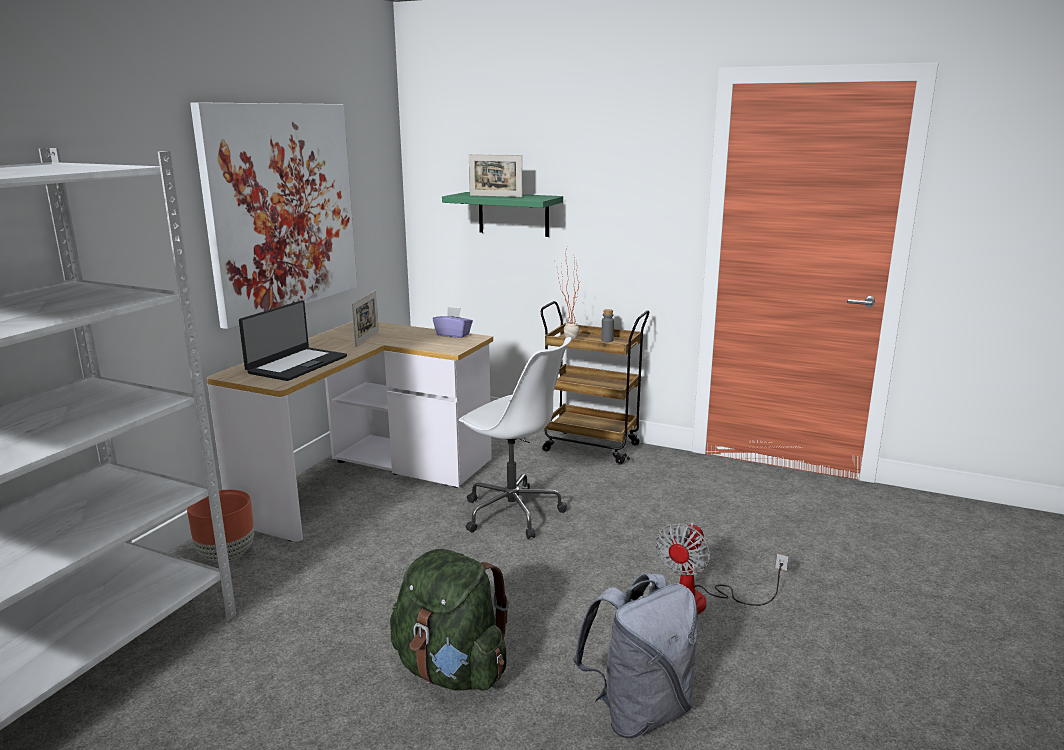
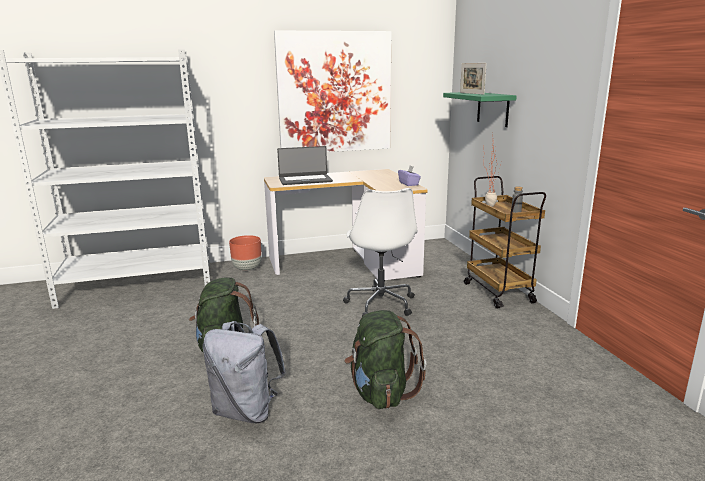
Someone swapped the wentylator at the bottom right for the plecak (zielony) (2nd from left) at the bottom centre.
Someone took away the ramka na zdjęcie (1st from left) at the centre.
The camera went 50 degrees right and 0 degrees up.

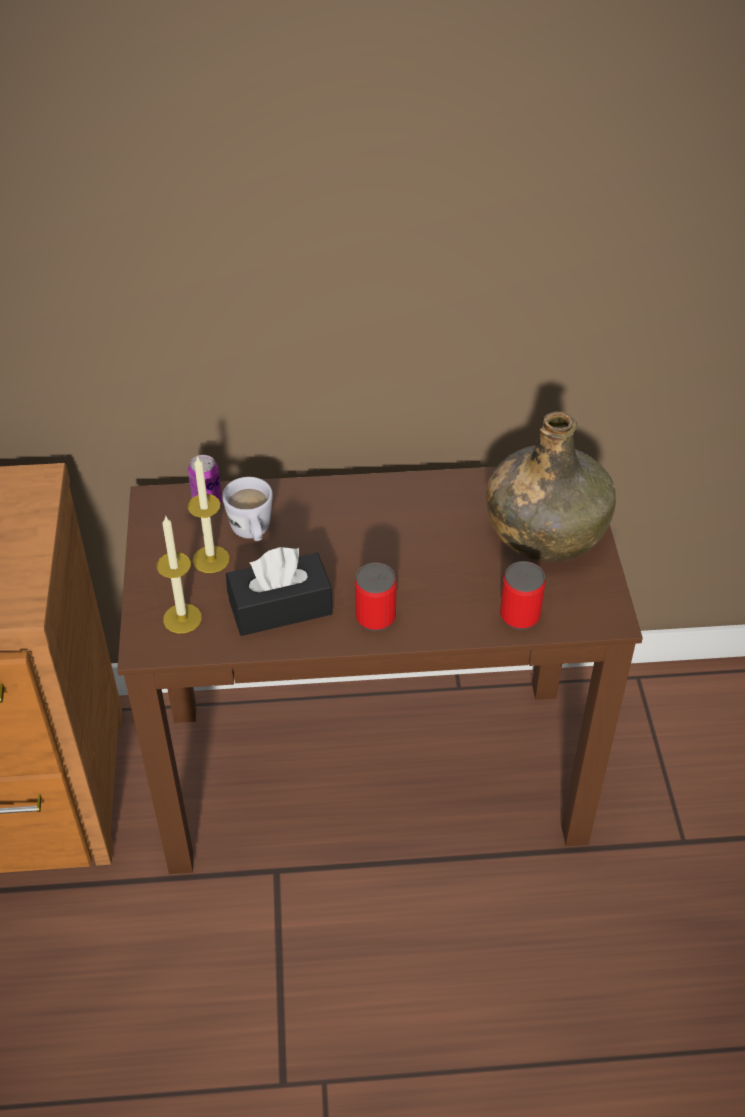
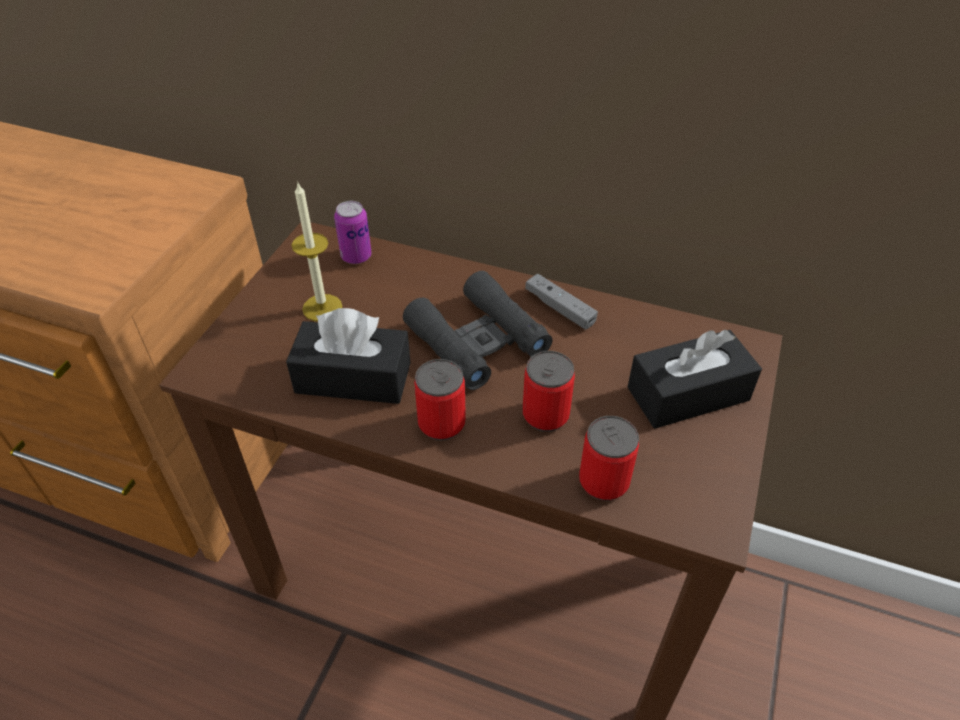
Someone put down the lornetka (czarny) at the centre.
Someone put down the puszka (3rd from left) at the centre.
Someone put down the pad do gier (szary) at the centre.
Someone swapped the butelka (zielony) at the middle right for the pudełko chusteczek (czarny) (2nd from left) at the middle right.
Someone took away the świeca (1st from left) at the middle left.
Someone took away the kubek (biały) at the middle left.
The camera went 25 degrees right and 0 degrees up.

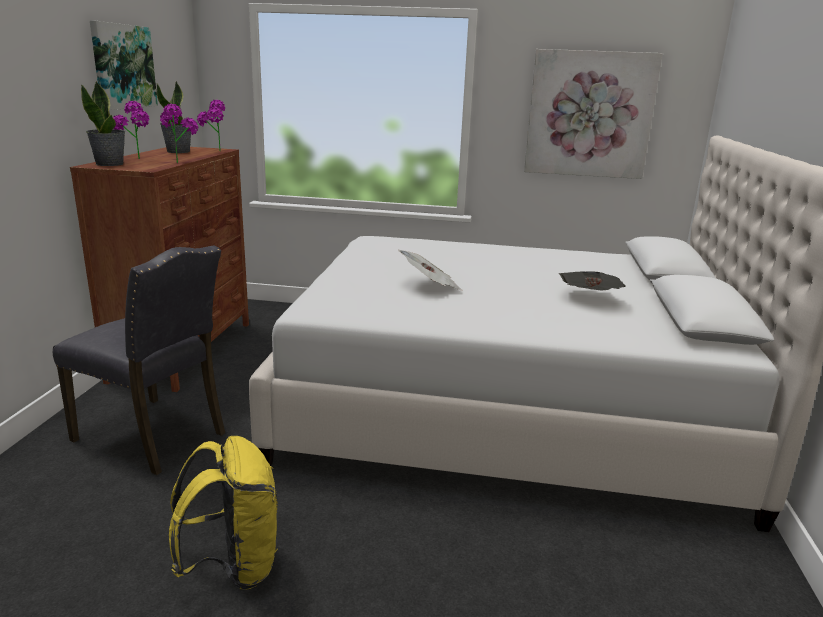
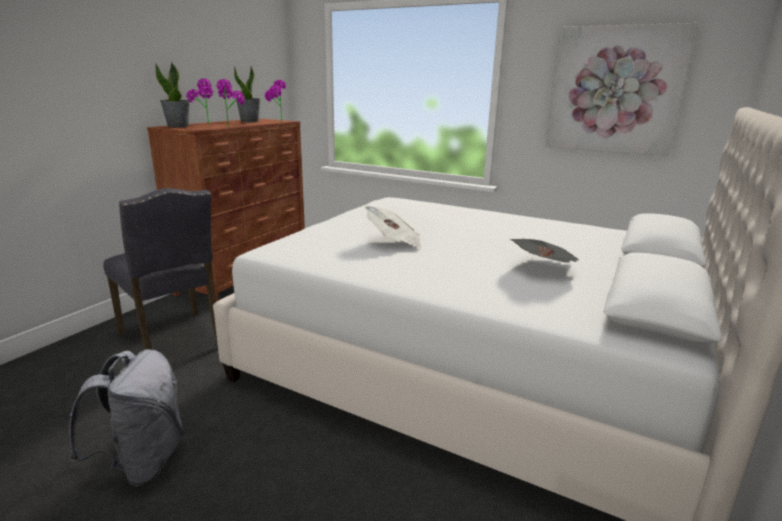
Someone repainted the plecak (żółty) at the bottom left, which became the plecak (szary) at the bottom left.
Someone took away the obraz (1st from left) at the top left.
The camera went 20 degrees right and 0 degrees up.

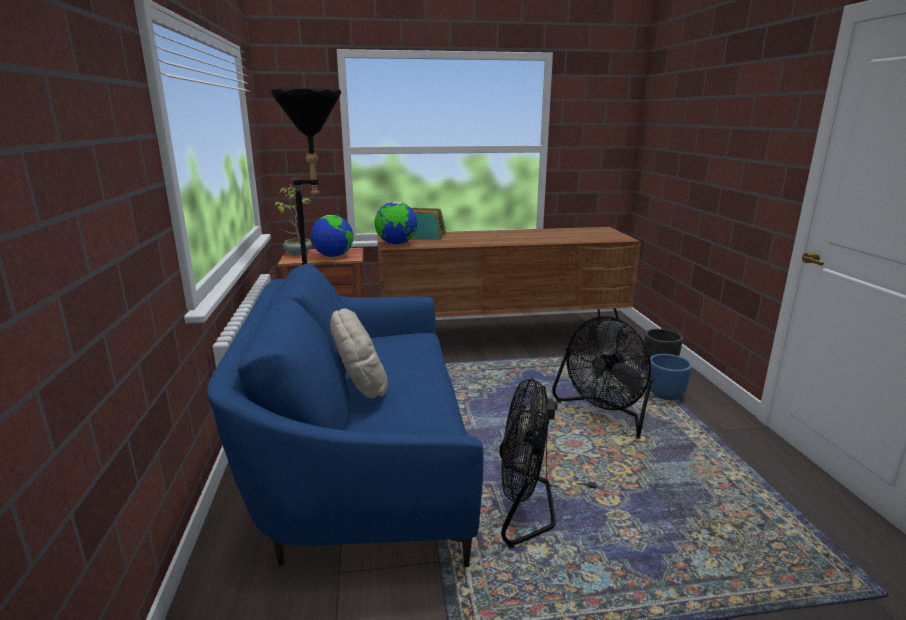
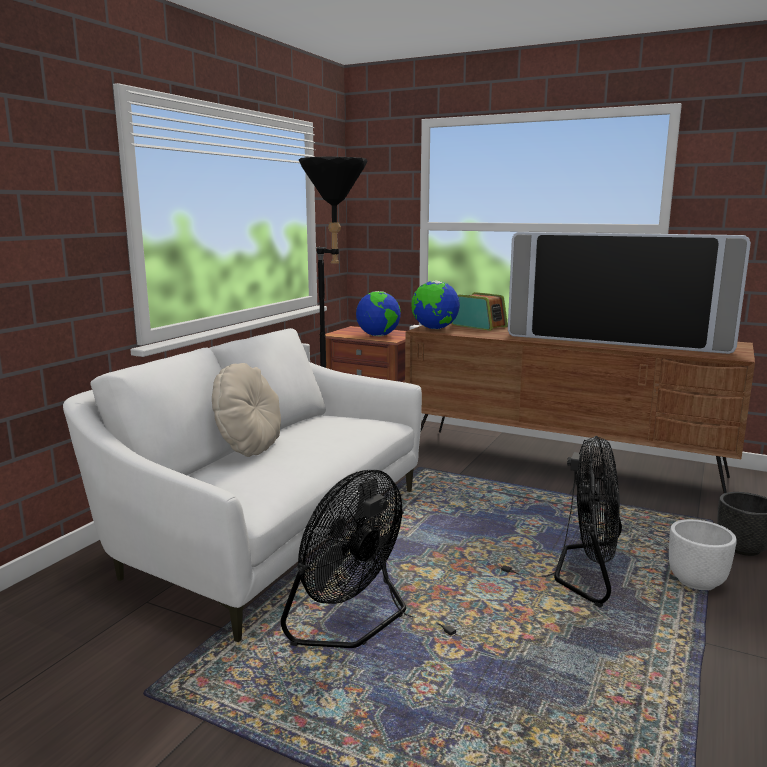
Someone repainted the kanapa (niebieski) at the bottom centre, which became the kanapa (biały) at the middle left.
Someone rotated the wentylator (czarny) (2nd from left) at the centre by 150 degrees counterclockwise.
Someone put down the telewizor at the middle right.
Someone repainted the donica (niebieski) at the middle right, which became the donica (biały) at the bottom right.
Someone took away the roślina doniczkowa at the middle left.
The camera went 35 degrees right and 5 degrees down.

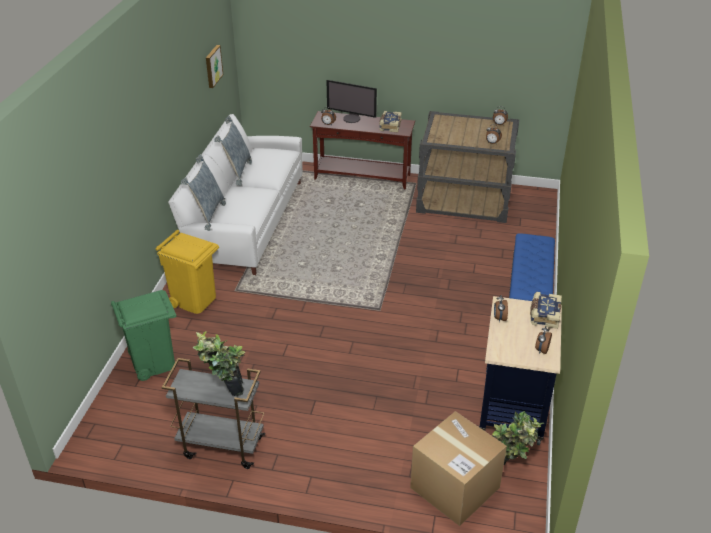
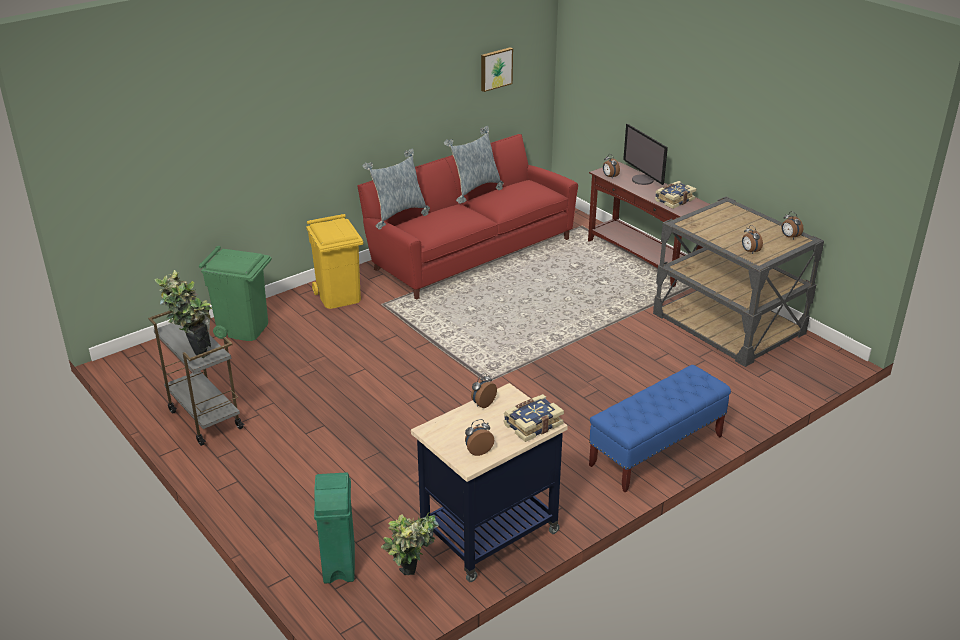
Someone swapped the karton at the bottom centre for the kosz na śmieci (zielony) (2nd from left) at the bottom centre.
Someone repainted the kanapa (biały) at the middle left, which became the kanapa (czerwony) at the centre.
The camera went 40 degrees right and 5 degrees down.

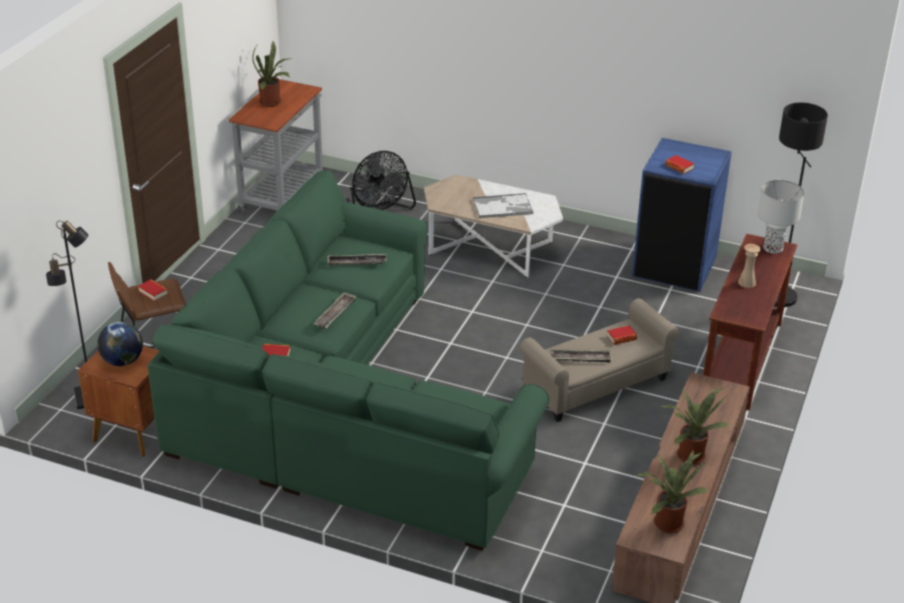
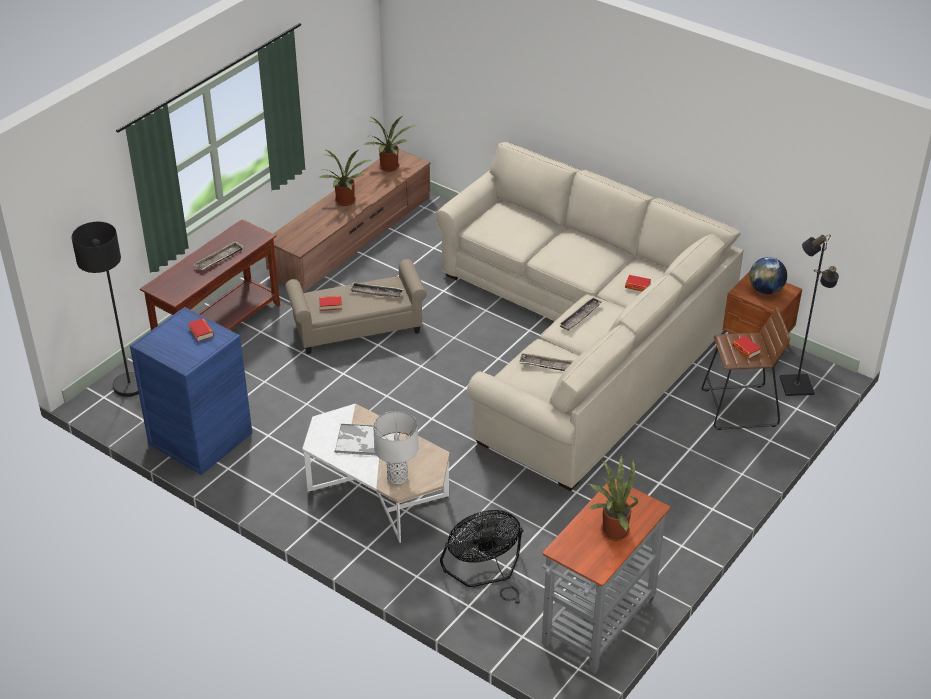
Someone swapped the wazon (beżowy) at the middle right for the taca (1st from left) at the middle left.
Someone carried the lampa stołowa (biały) from the middle right to the centre.
Someone repainted the kanapa (zielony) at the centre, which became the kanapa (beżowy) at the centre.
The camera went 165 degrees left and 5 degrees up.

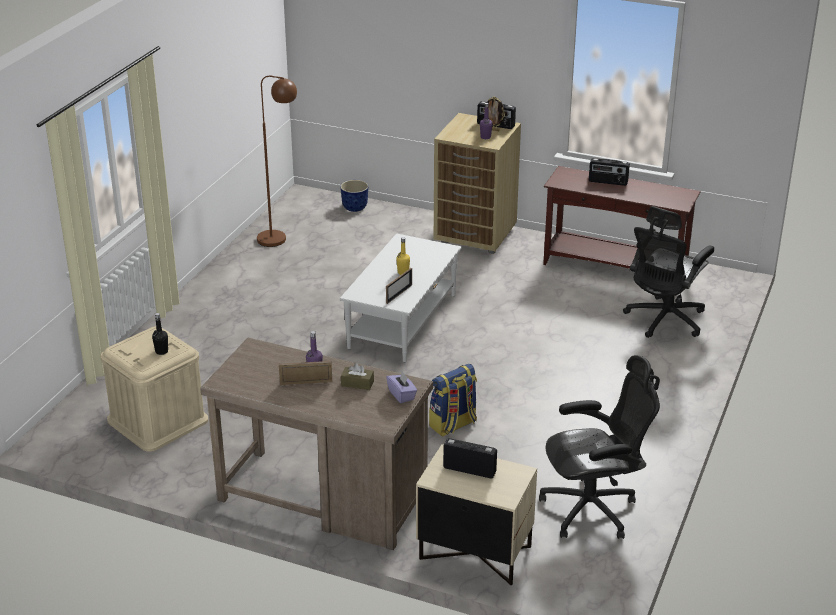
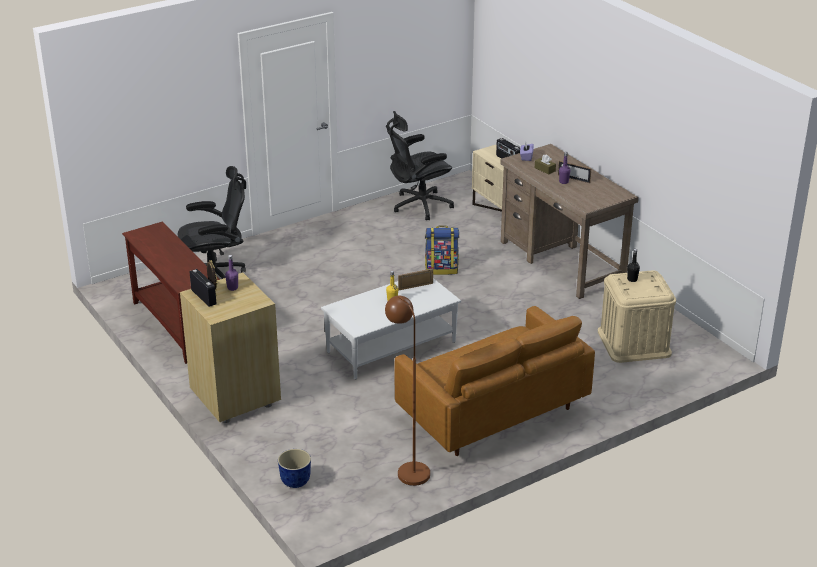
Someone rotated the krzesło biurowe (1st from left in the first image) at the bottom right by 45 degrees counterclockwise.
Someone put down the kanapa (brązowy) at the bottom centre.
Someone took away the radio (3rd from left) at the top right.
The camera went 145 degrees left and 0 degrees up.

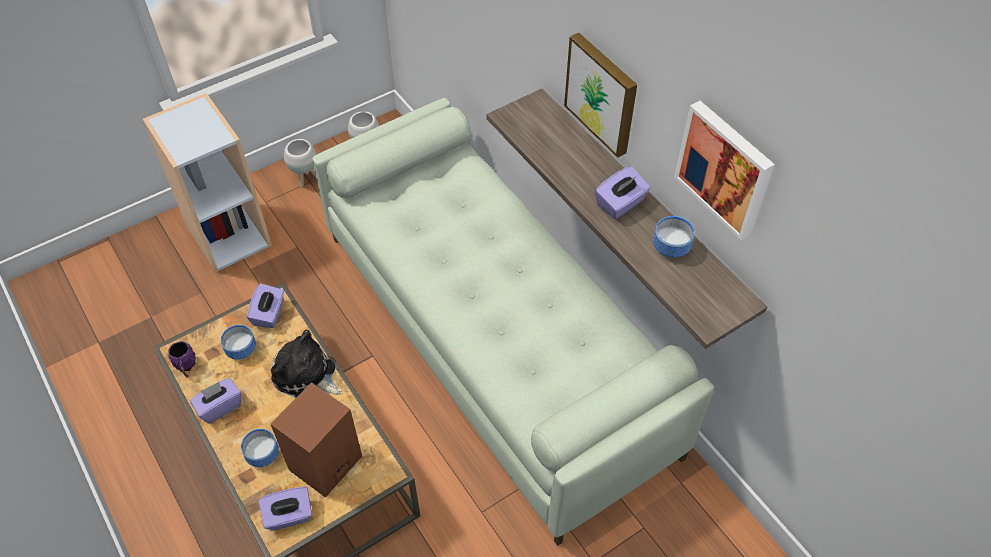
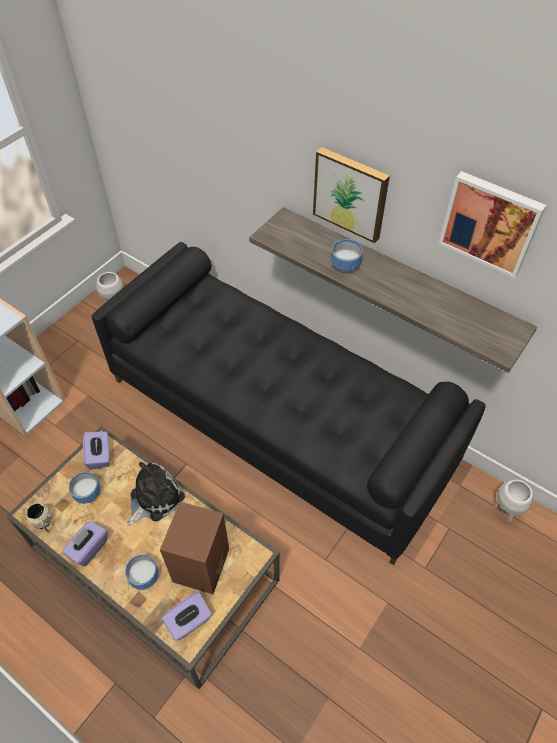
Someone repainted the kubek (fioletowy) at the middle left, which became the kubek (beżowy) at the bottom left.
Someone repainted the kanapa (biały) at the centre, which became the kanapa (czarny) at the centre.
Someone rotated the pluszak at the middle left by 120 degrees clockwise.
Someone carried the miska (3rd from left) from the middle right to the centre.
Someone carried the donica (biały) (1st from left in the first image) from the top left to the bottom right.
Someone took away the pudełko chusteczek (fioletowy) (4th from left) at the centre.
The camera went 20 degrees left and 0 degrees up.

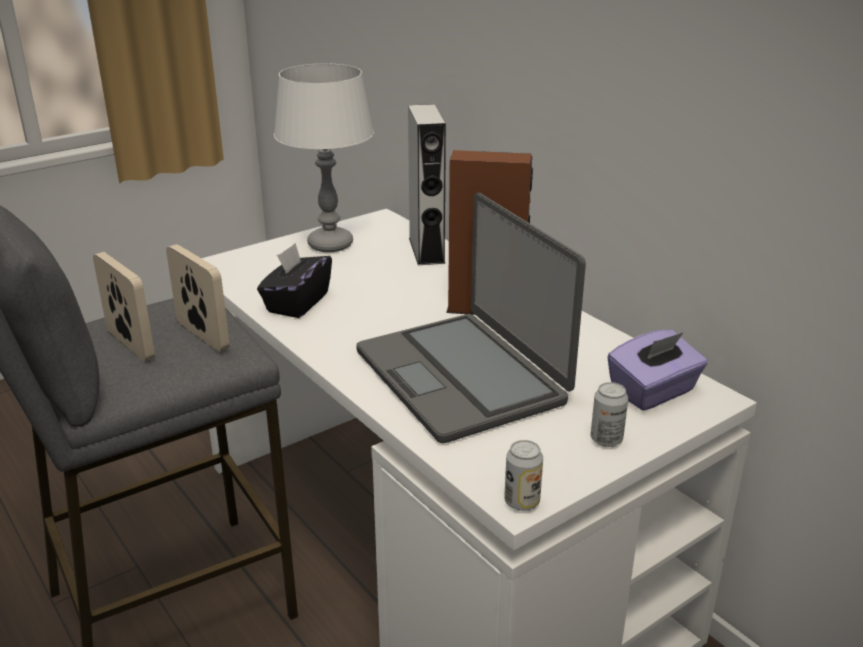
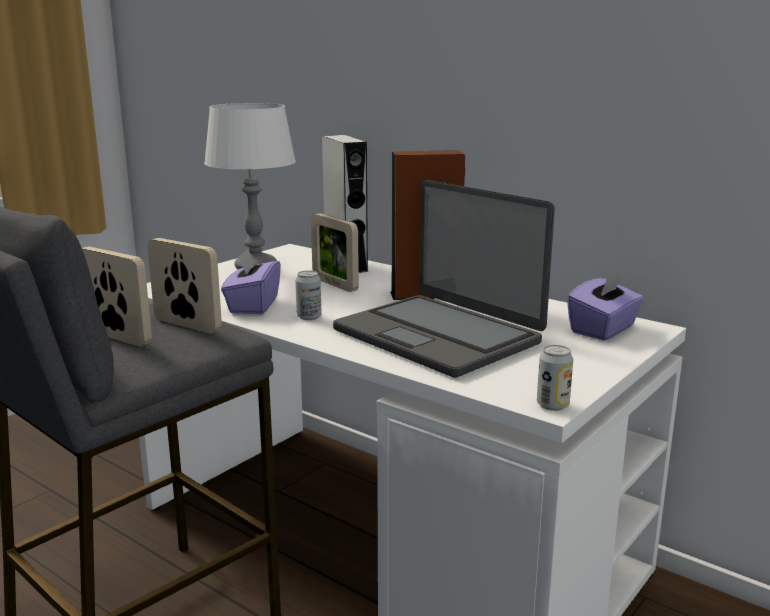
Someone repainted the pudełko chusteczek (czarny) at the centre, which became the pudełko chusteczek (fioletowy) (1st from left) at the middle left.
Someone carried the puszka (2nd from left in the first image) from the middle right to the centre.
Someone put down the ramka na zdjęcie (3rd from left) at the centre.
The camera went 15 degrees left and 10 degrees down.

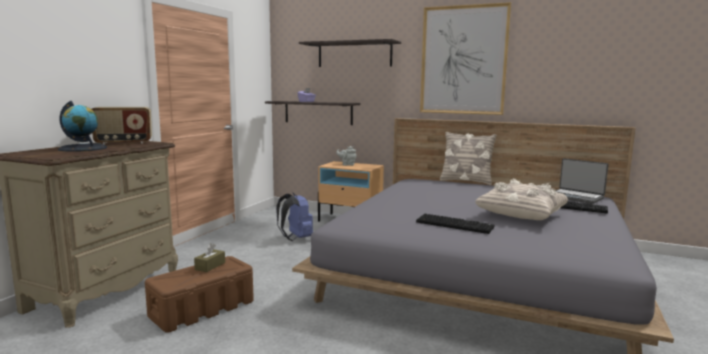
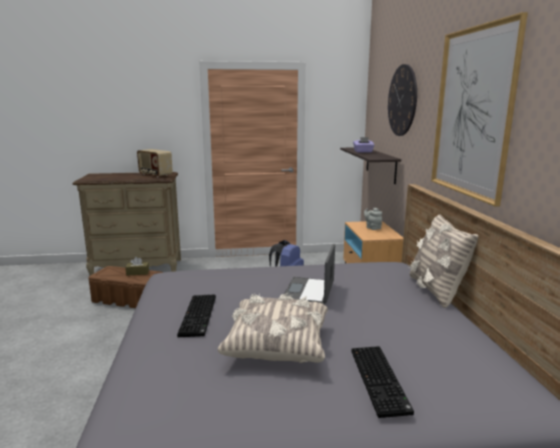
Someone carried the laptop from the middle right to the centre.
Someone swapped the półka (2nd from left) at the top centre for the zegar ścienny at the top right.
Someone took away the globus at the middle left.
The camera went 60 degrees right and 5 degrees up.

